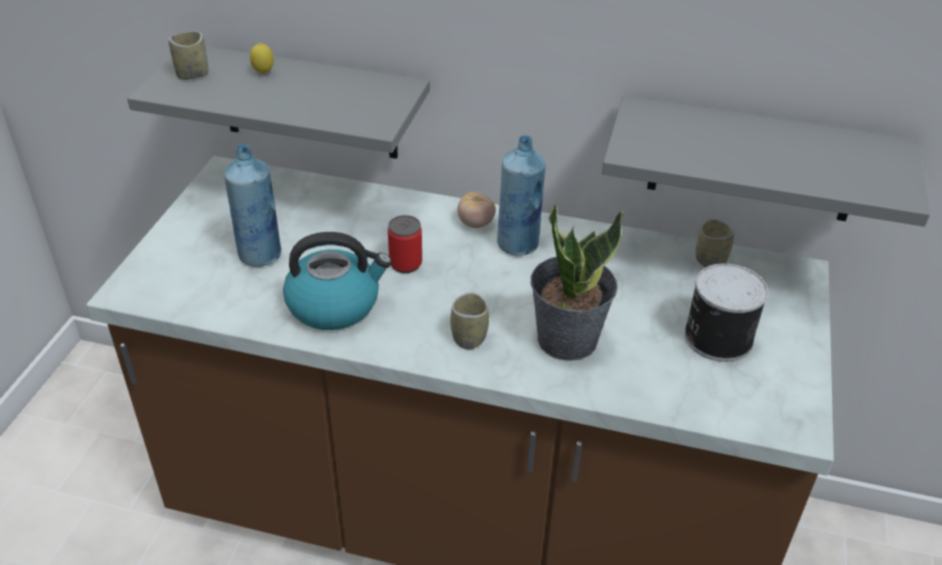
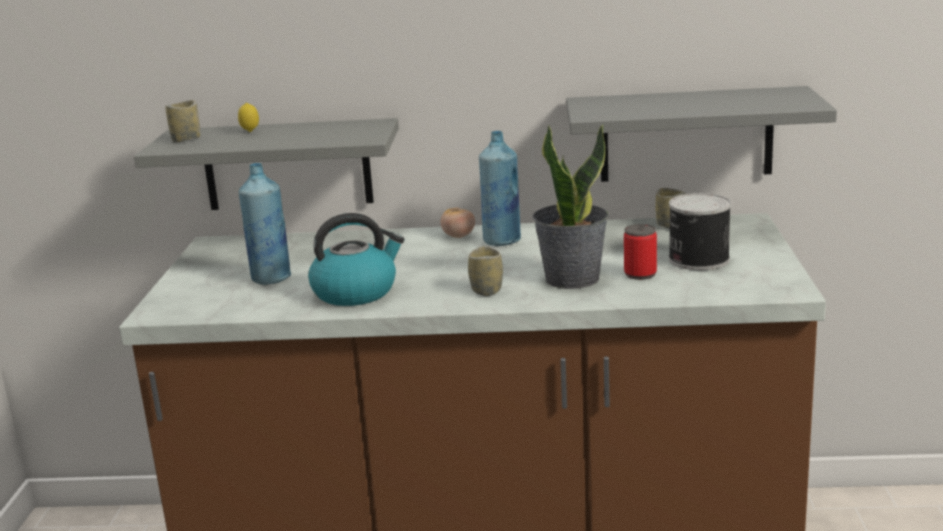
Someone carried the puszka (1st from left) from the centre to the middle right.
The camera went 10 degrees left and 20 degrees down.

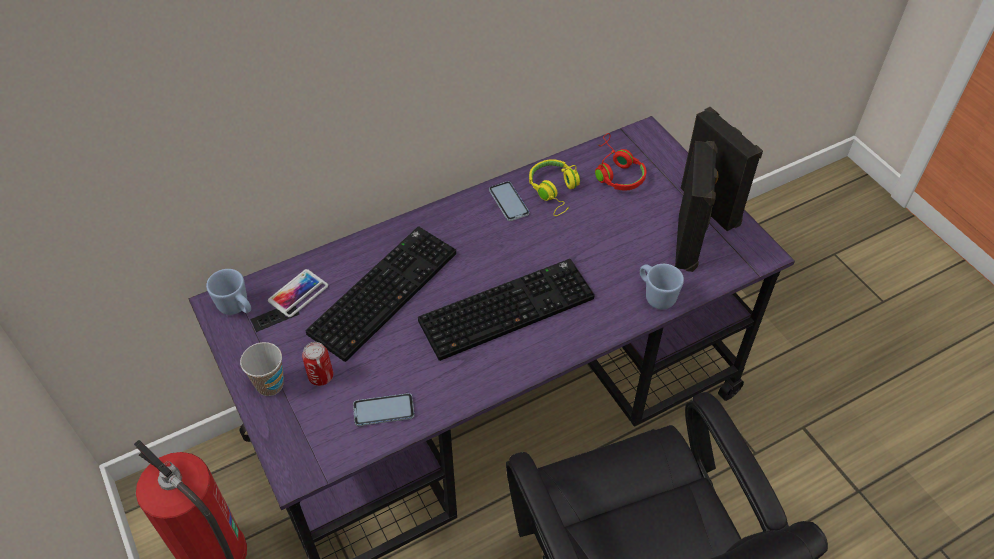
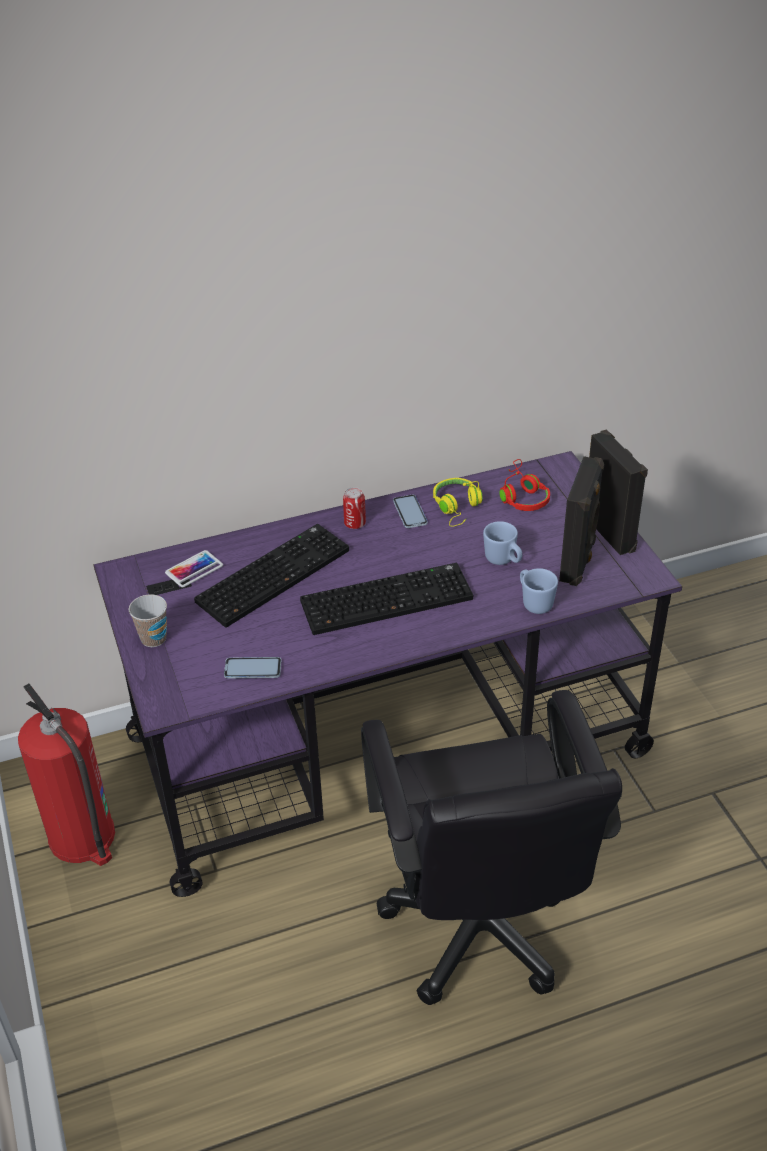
Someone carried the puszka from the middle left to the centre.
Someone carried the kubek (niebieski) (1st from left) from the middle left to the centre.
The camera went 10 degrees right and 10 degrees down.

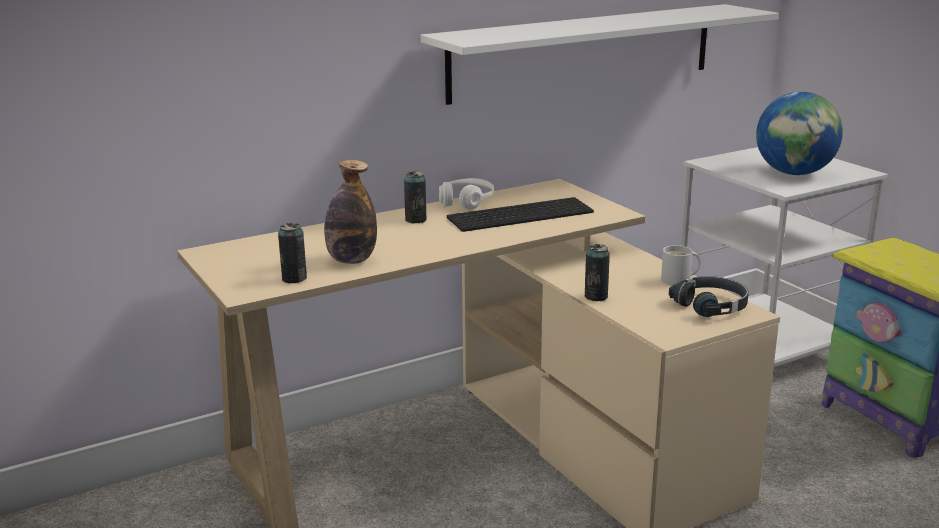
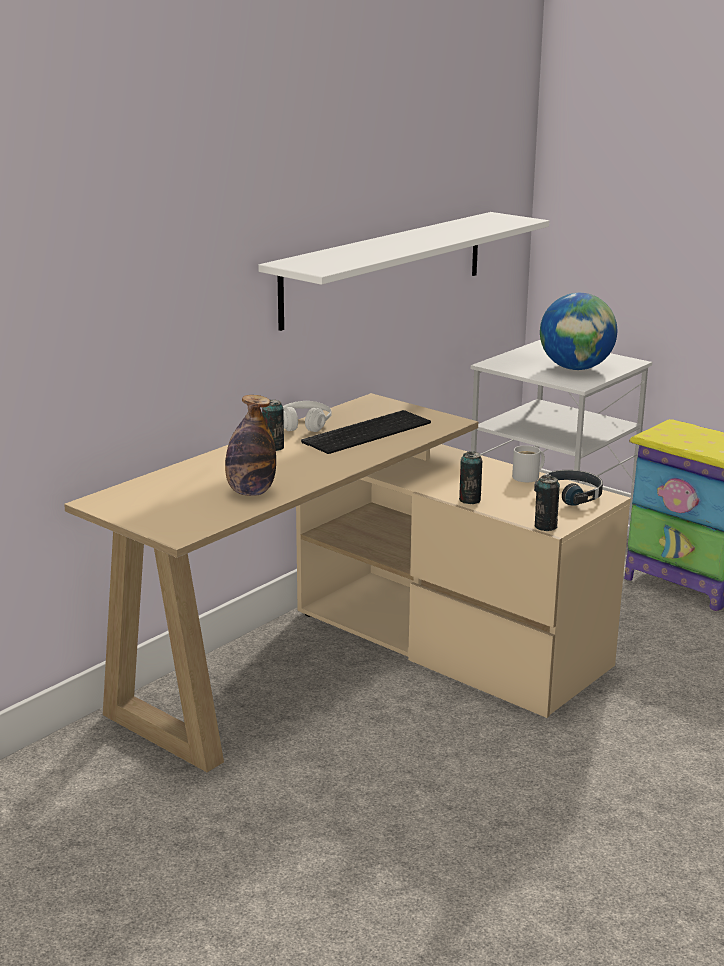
Someone carried the puszka (1st from left in the first image) from the middle left to the middle right.
The camera went 20 degrees left and 0 degrees up.

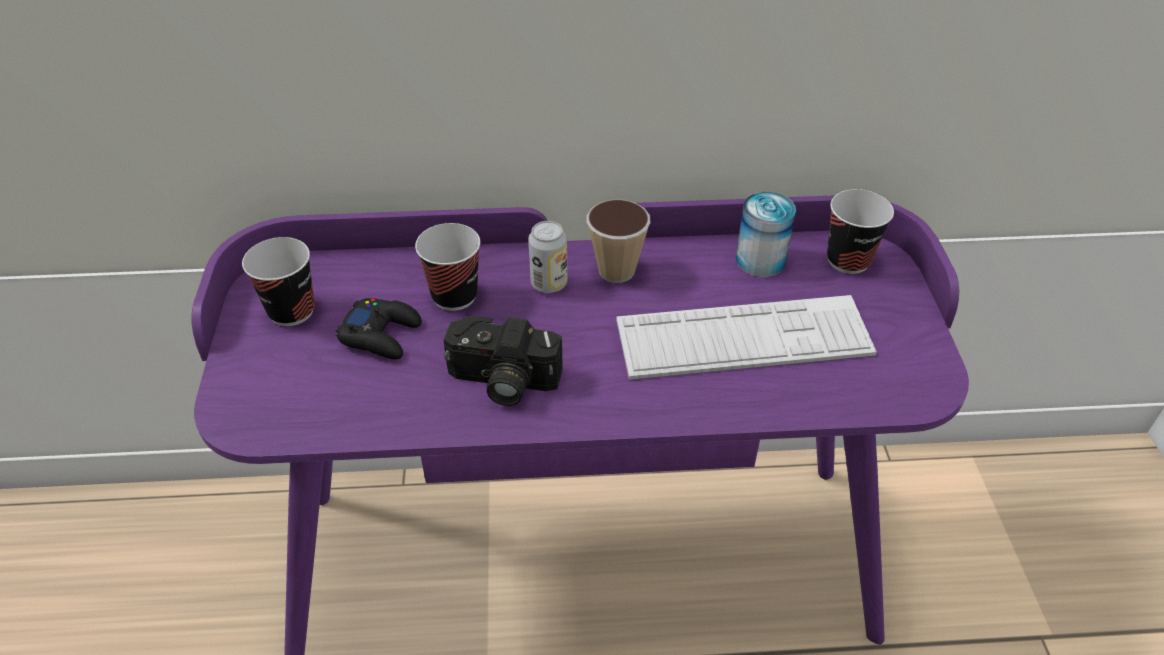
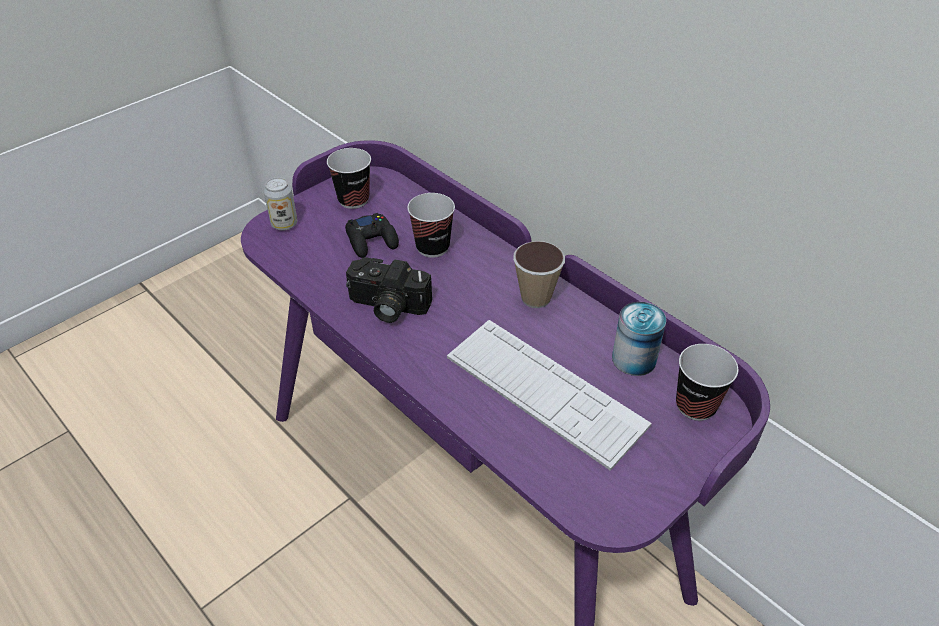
Someone carried the puszka (1st from left) from the centre to the top left.
Someone rotated the aparat fotograficzny at the centre by 45 degrees counterclockwise.
The camera went 50 degrees right and 0 degrees up.

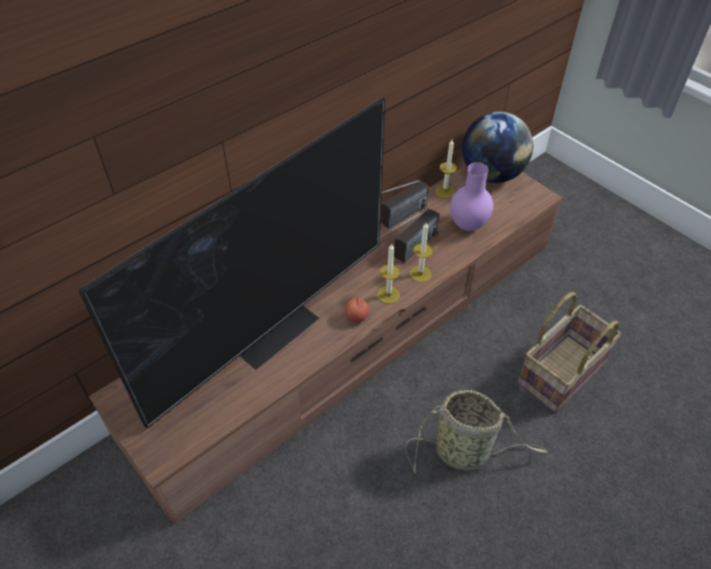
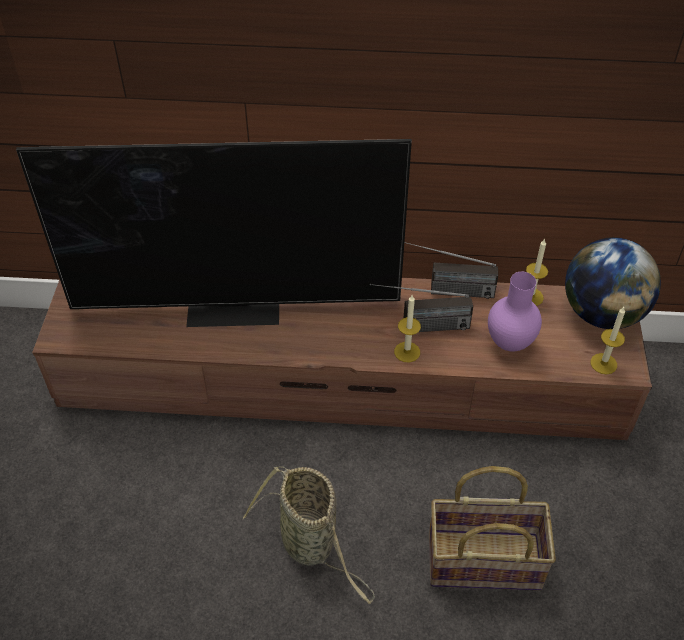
Someone carried the świeca (1st from left in the first image) from the centre to the middle right.
Someone took away the jabłko at the centre.
The camera went 45 degrees right and 0 degrees up.

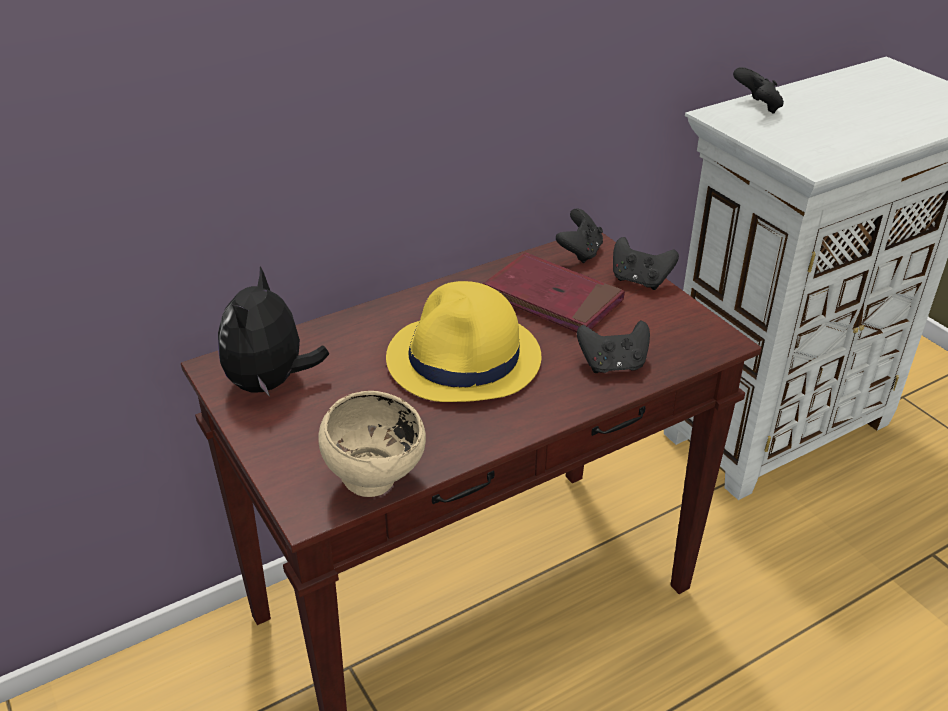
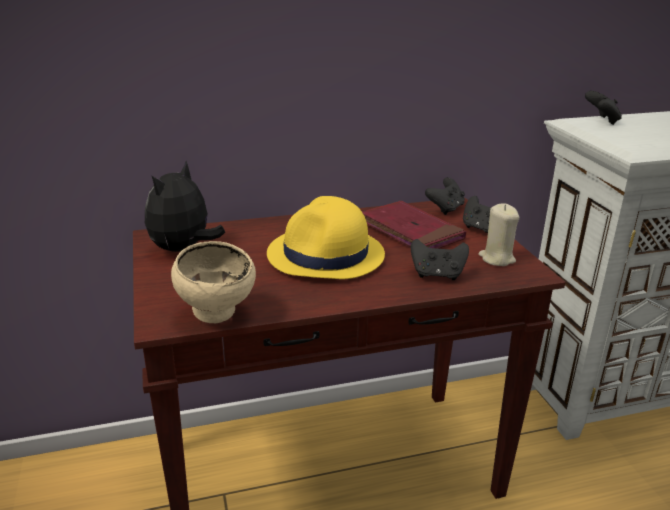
Someone put down the świeca (beżowy) at the middle right.
The camera went 15 degrees right and 10 degrees down.

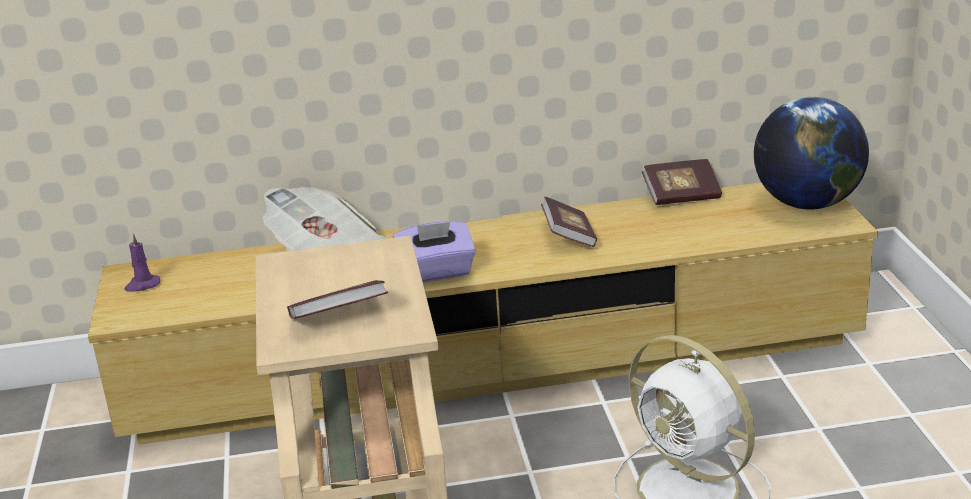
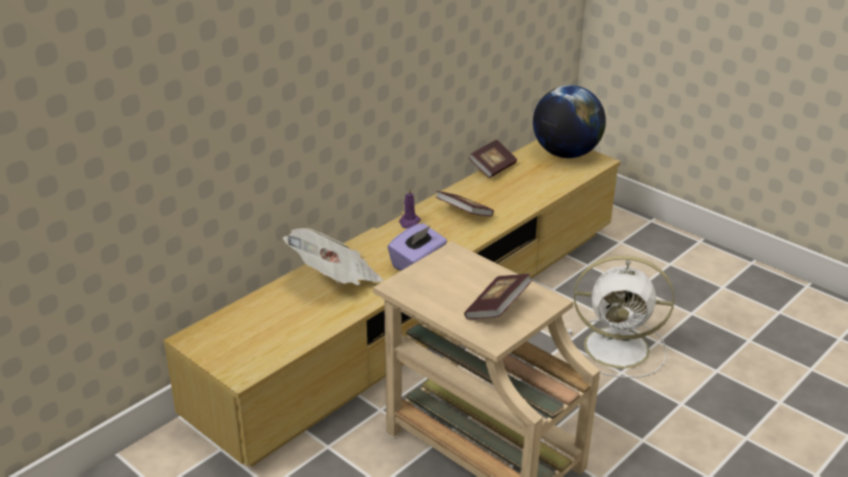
Someone carried the świeca (fioletowy) from the middle left to the centre.
The camera went 40 degrees left and 5 degrees up.

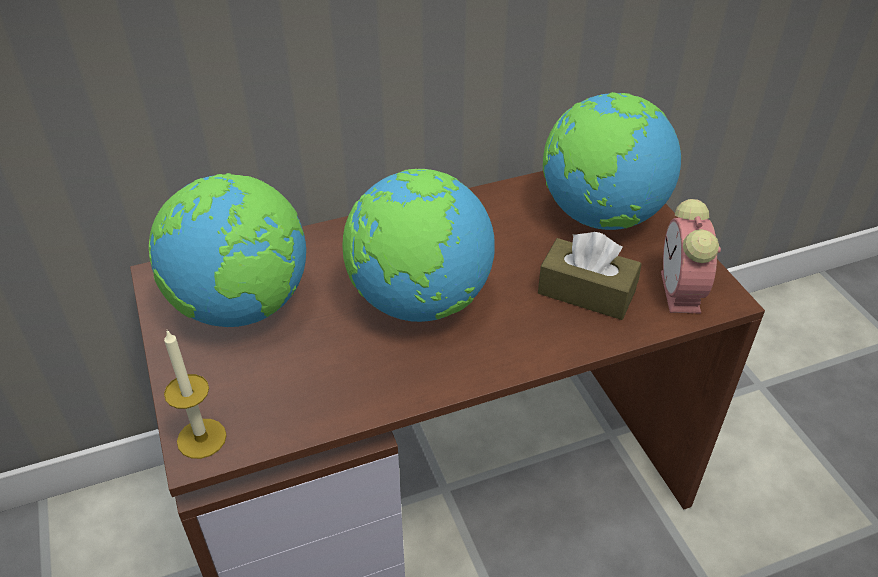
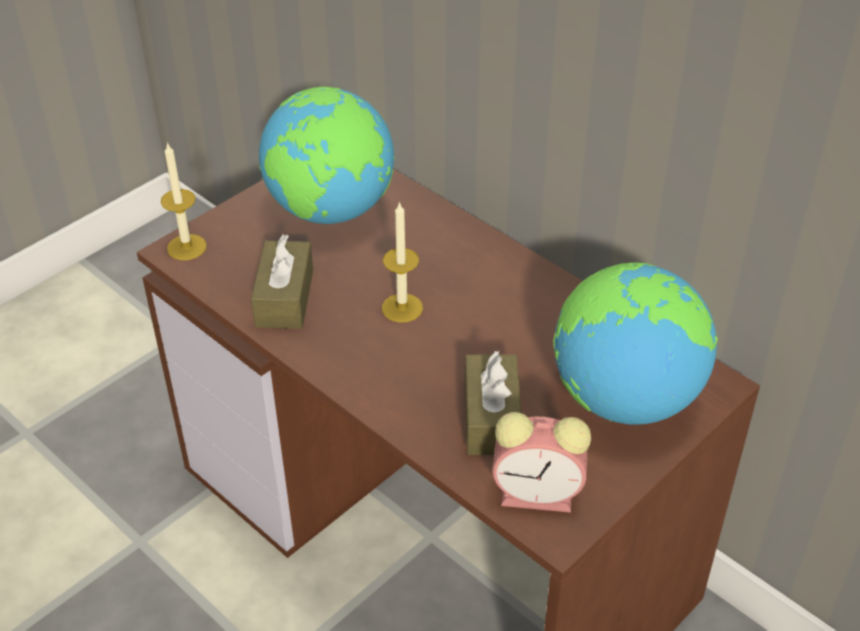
Someone put down the pudełko chusteczek (brązowy) (1st from left) at the middle left.
Someone swapped the globus (2nd from left) at the centre for the świeca (2nd from left) at the centre.
Someone rotated the budzik at the middle right by 150 degrees counterclockwise.
The camera went 65 degrees right and 0 degrees up.

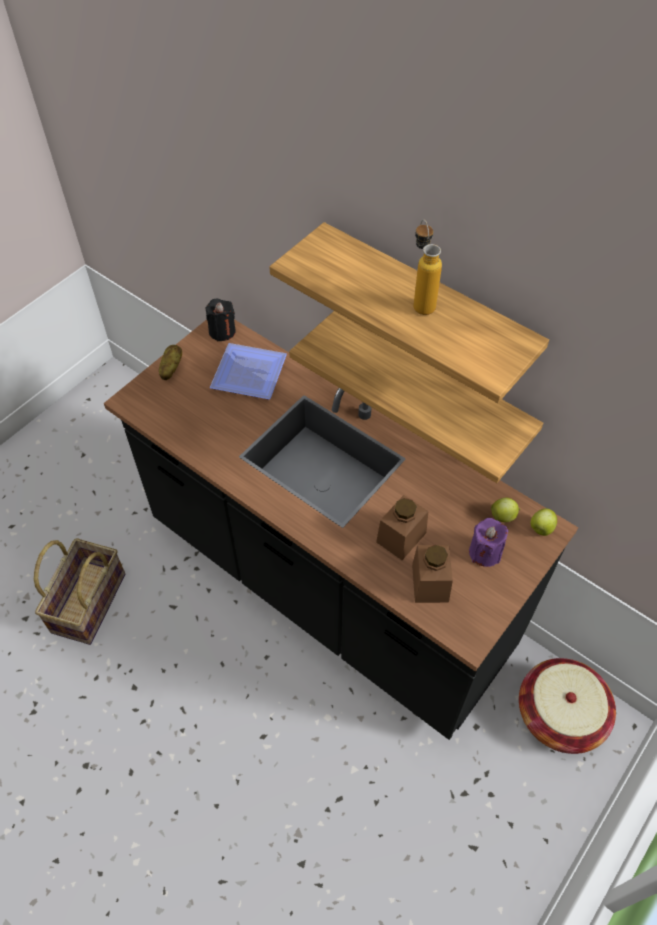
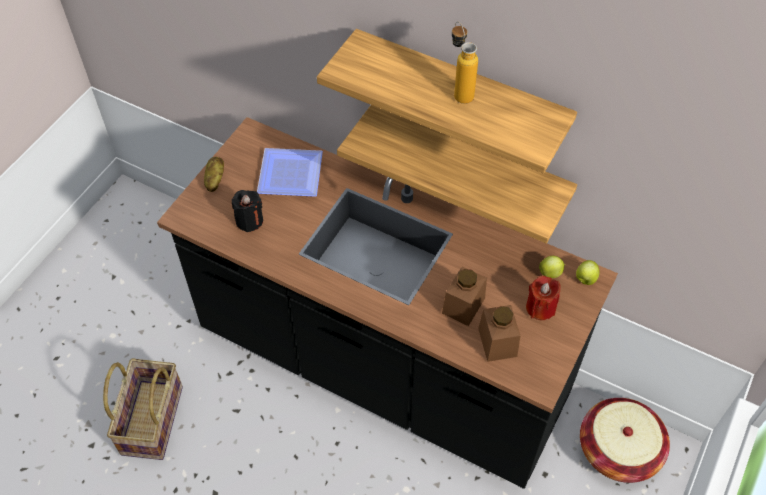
Someone carried the świeca (czarny) from the centre to the middle left.
Someone repainted the świeca (fioletowy) at the middle right, which became the świeca (czerwony) at the middle right.
The camera went 10 degrees left and 0 degrees up.

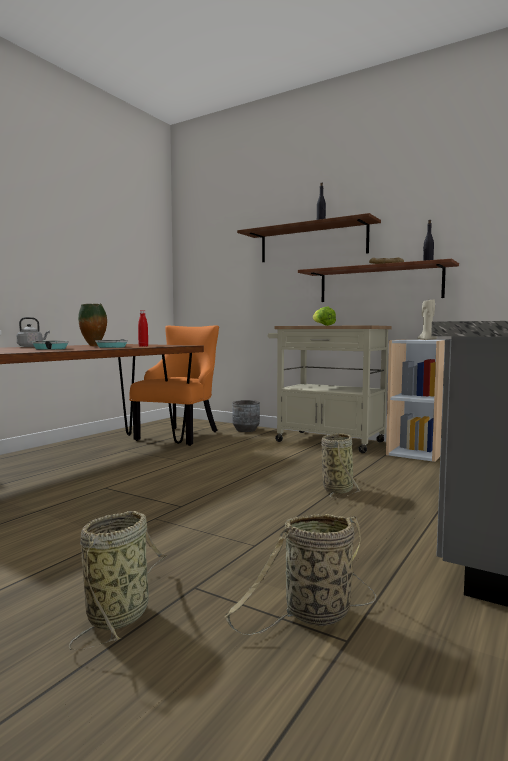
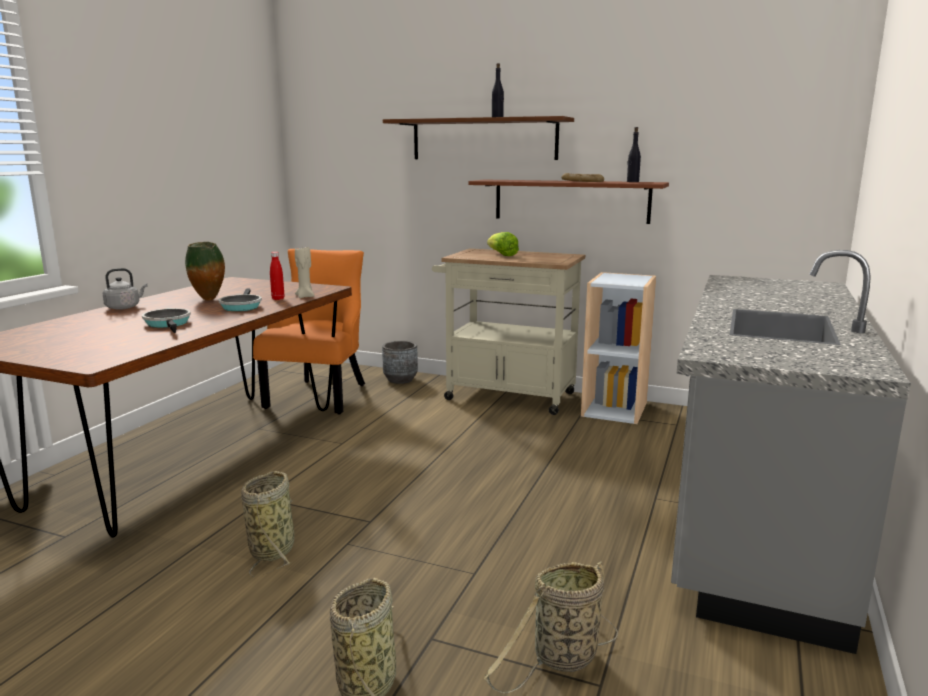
Someone carried the koszyk (3rd from left in the first image) from the middle right to the bottom left.
Someone carried the świeca (beżowy) from the middle right to the middle left.
The camera went 10 degrees left and 10 degrees up.

